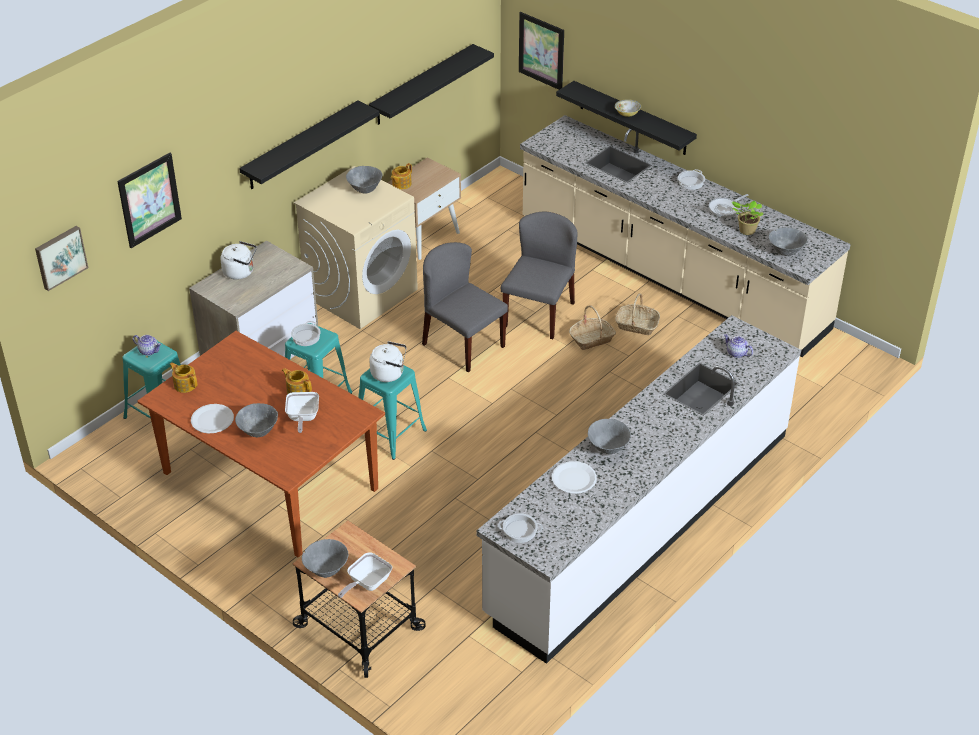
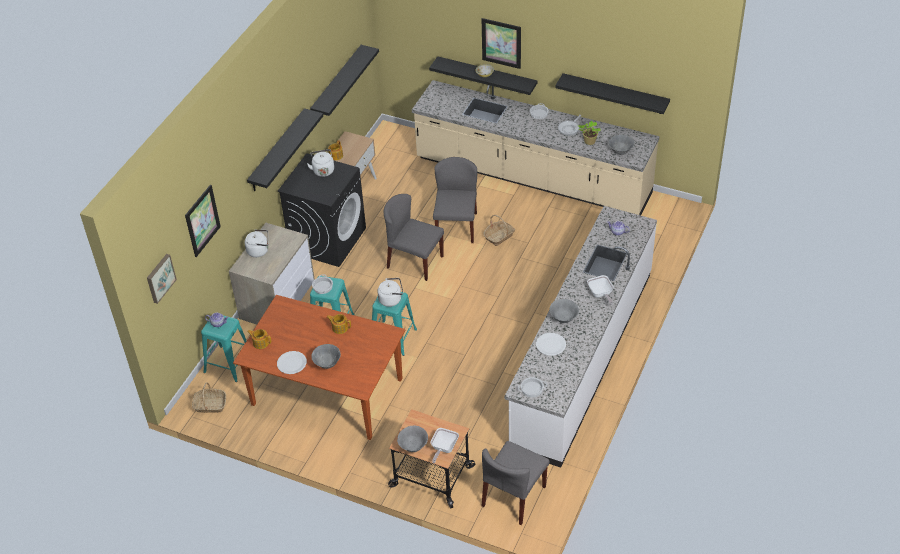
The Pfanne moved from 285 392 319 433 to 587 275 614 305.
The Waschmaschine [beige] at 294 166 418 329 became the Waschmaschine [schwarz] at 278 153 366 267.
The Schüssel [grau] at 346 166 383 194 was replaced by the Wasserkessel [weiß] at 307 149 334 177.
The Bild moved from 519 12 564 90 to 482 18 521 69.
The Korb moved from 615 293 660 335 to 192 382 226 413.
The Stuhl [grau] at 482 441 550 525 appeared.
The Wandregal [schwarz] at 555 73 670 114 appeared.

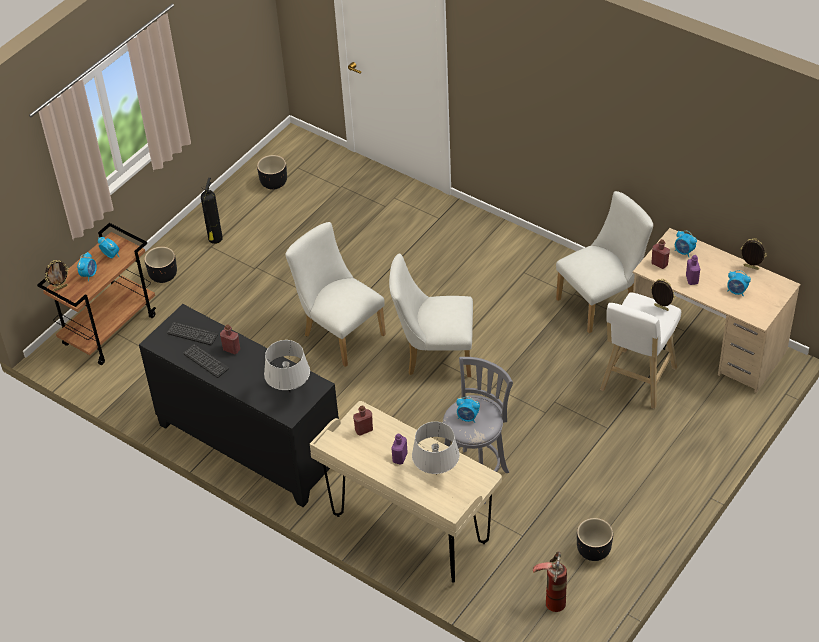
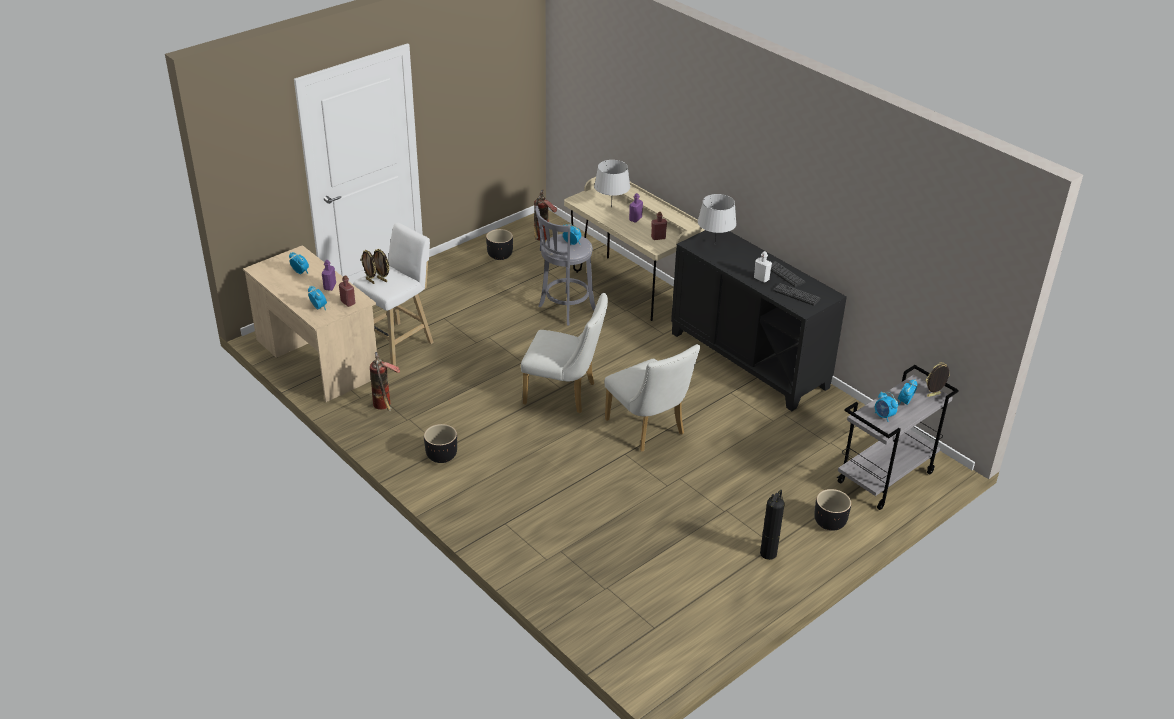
The Rollwagen [braun] at 37 223 156 365 became the Rollwagen [grau] at 837 365 959 510.
The Flasche [rot] at 220 324 240 355 became the Flasche [weiß] at 754 251 772 283.
The Pflanzkübel [schwarz] moved from 257 155 287 190 to 424 424 457 463.
The Stuhl [weiß] at 556 191 653 333 was replaced by the Feuerlöscher at 370 352 400 412.
The Bilderrahmen moved from 741 238 767 270 to 373 249 389 283.

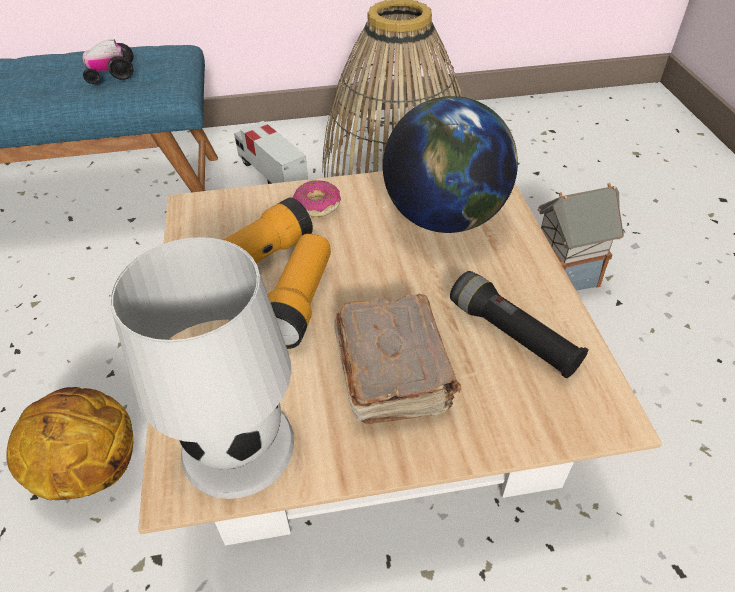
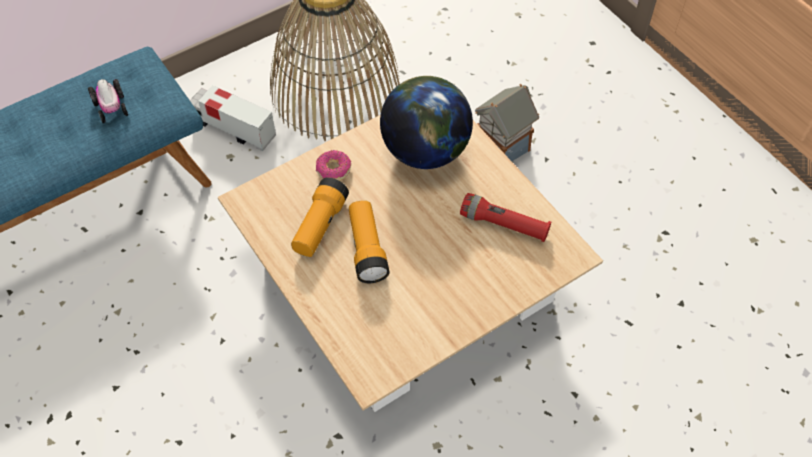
The Basketball at 6 387 133 500 disappeared.
The Spielzeugauto at 82 39 134 84 turned 75 degrees counterclockwise.
The Tischlampe [weiß] at 110 237 294 499 disappeared.
The Buch [braun] at 334 294 461 424 disappeared.
The Taschenlampe [schwarz] at 450 271 589 378 became the Taschenlampe [rot] at 460 193 551 242.

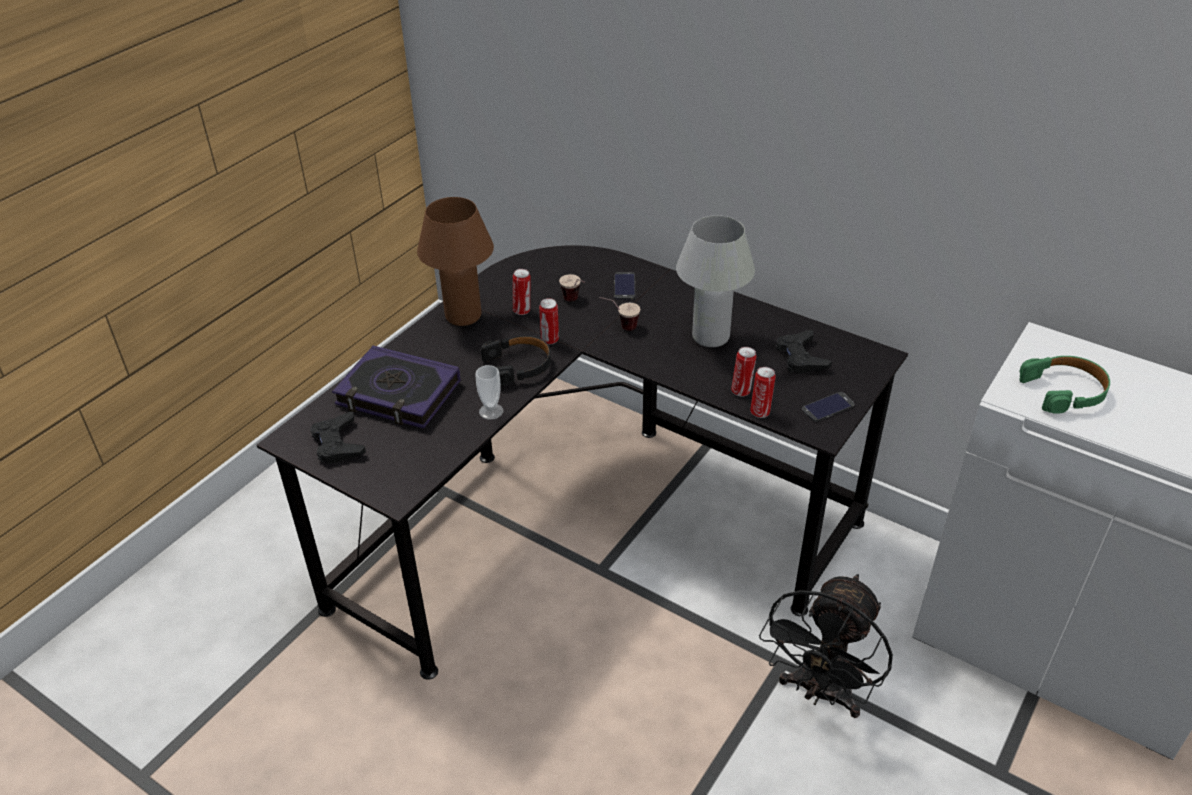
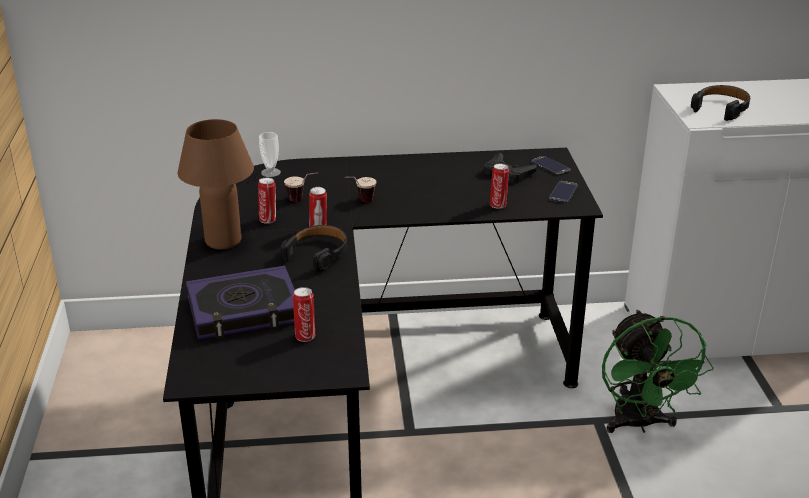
The Gamepad [schwarz] at 310 412 366 464 disappeared.
The Tasse moved from 475 365 503 420 to 259 132 281 177.
The Handy moved from 614 272 635 300 to 532 156 571 176.
The Tischlampe [weiß] at 676 215 755 347 disappeared.
The Dose moved from 750 367 776 418 to 293 287 315 342.
The Ventilator [schwarz] at 759 574 893 718 became the Ventilator [grün] at 602 310 713 433.
The Kopfhörer [grün] at 1019 356 1110 414 became the Kopfhörer [schwarz] at 691 85 750 121.

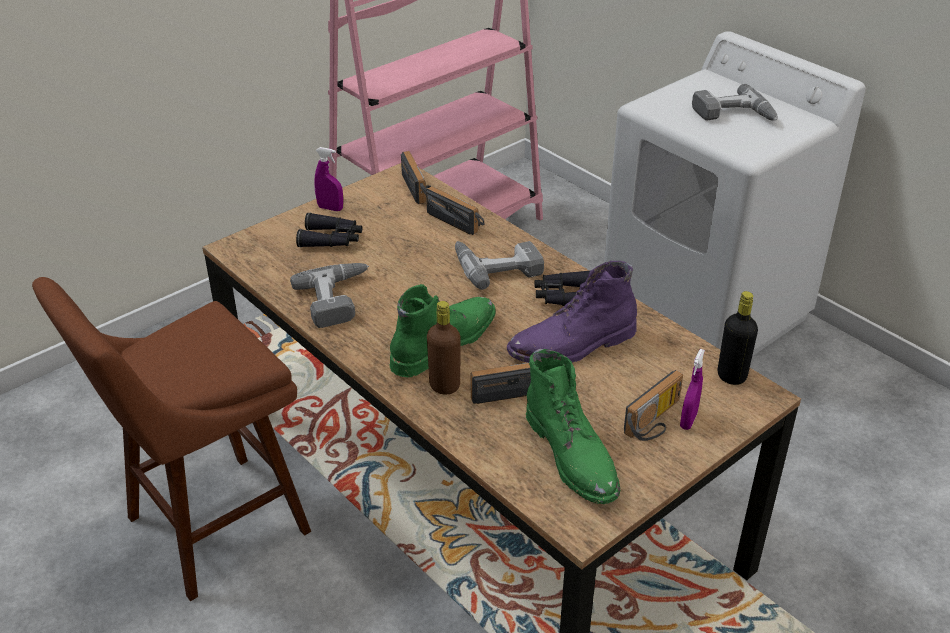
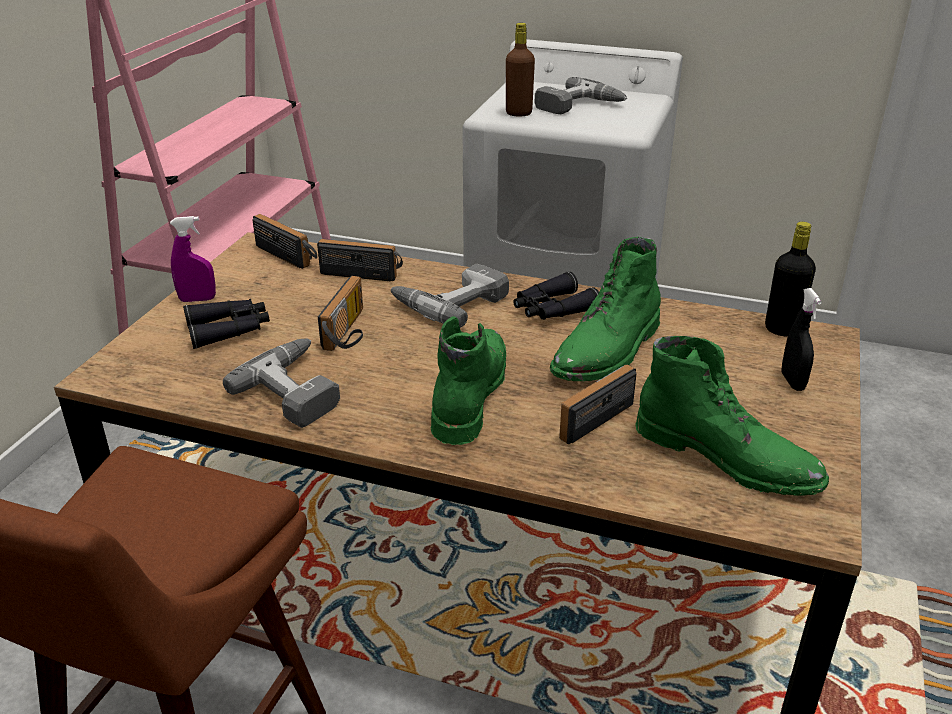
The Flasche [braun] moved from 427 301 461 394 to 506 23 535 117.
The Stiefel [lila] at 507 261 637 363 became the Stiefel [grün] at 550 237 661 382.
The Radio moved from 624 370 683 441 to 318 276 363 351.
The Sprühflasche [lila] at 680 349 705 430 became the Sprühflasche [schwarz] at 781 288 822 391.

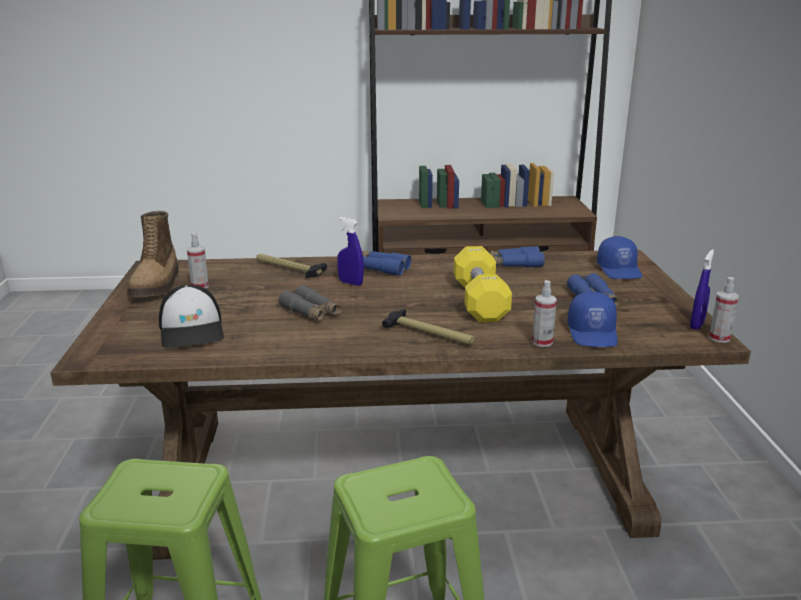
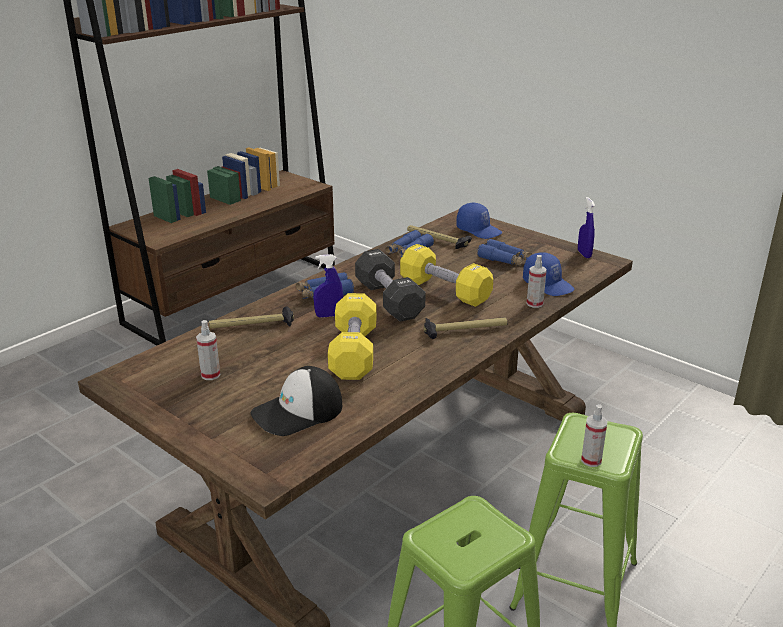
The Stiefel at 127 211 179 297 disappeared.
The Kappe at 159 285 224 348 turned 120 degrees clockwise.
The Fernglas [grau] at 278 285 342 321 was replaced by the Hantel [gelb] at 328 293 377 380.
The Sprühflasche moved from 709 277 739 343 to 581 404 607 467.
The Hantel [schwarz] at 355 249 426 322 appeared.
The Hammer at 407 225 472 249 appeared.

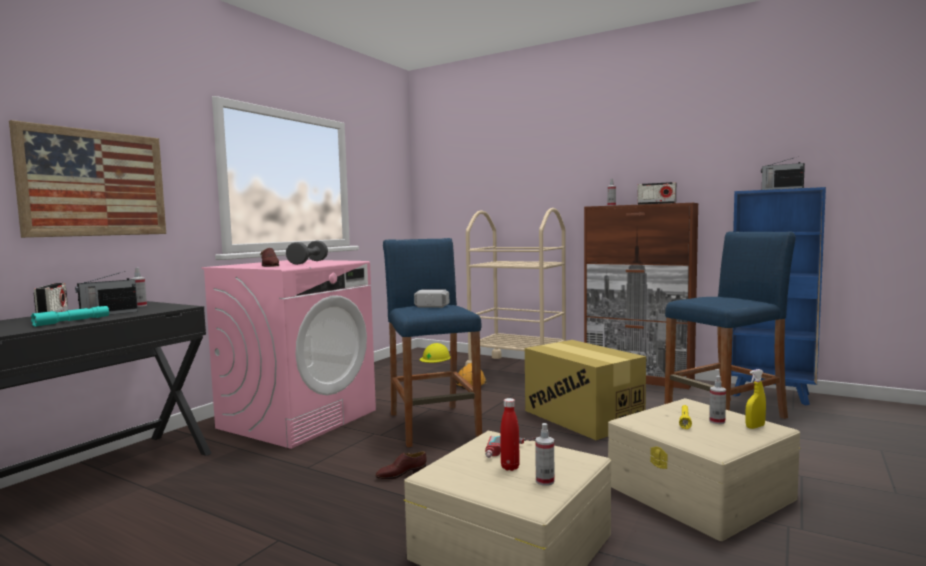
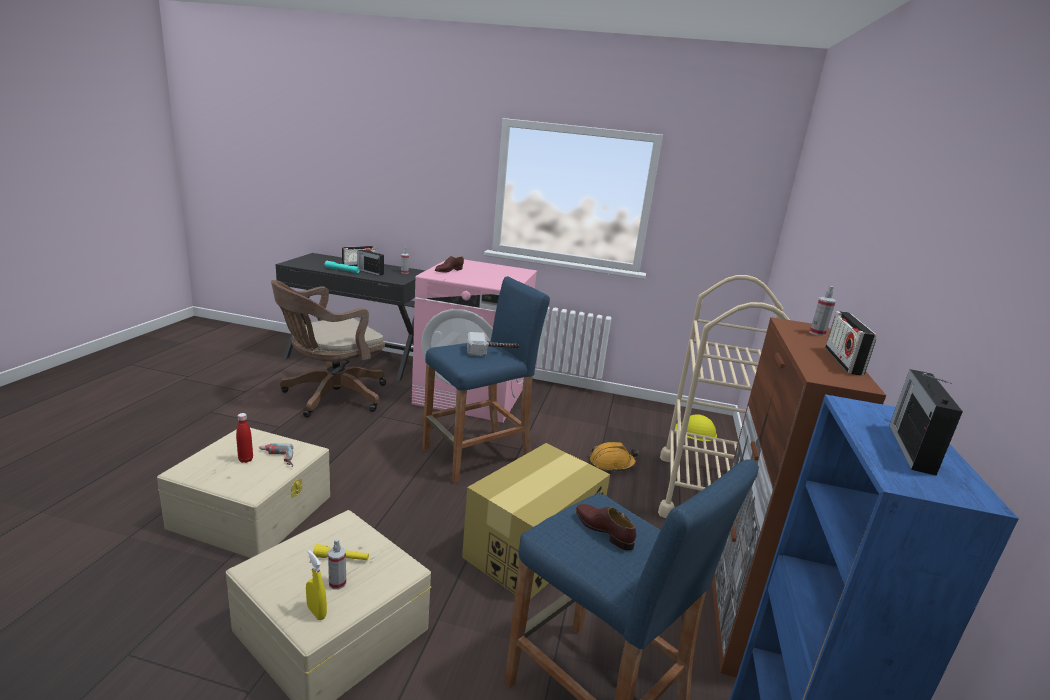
The Bild at 9 120 166 238 disappeared.
The Hantel [grau] at 286 241 328 265 disappeared.
The Schuh [braun] moved from 375 451 427 479 to 576 504 636 551.
The Sprühflasche at 535 423 554 486 disappeared.
The Bürostuhl [braun] at 271 280 386 417 appeared.

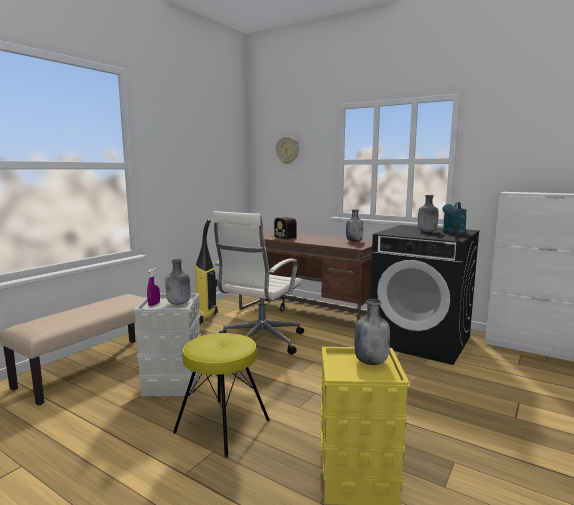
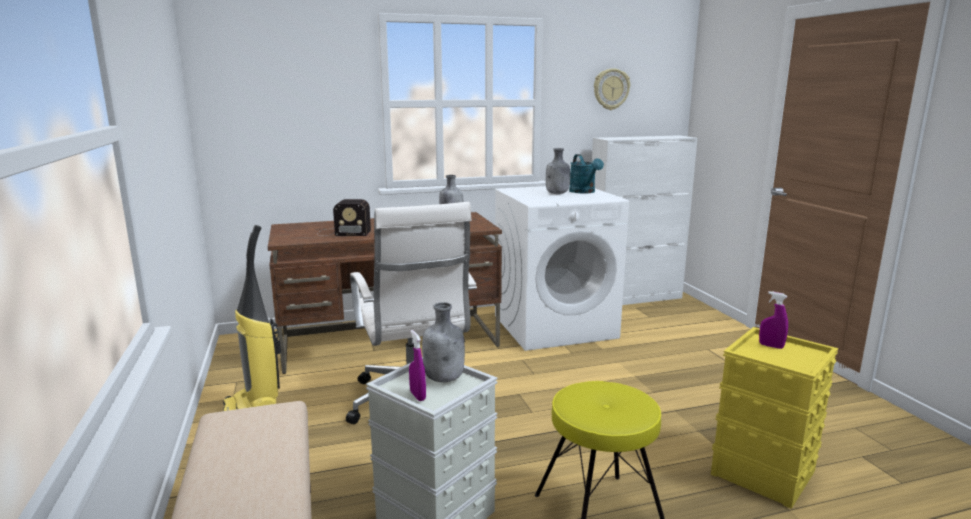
The Wanduhr moved from 276 136 299 164 to 594 68 630 110.
The Flasche [grau] at 355 299 390 365 was replaced by the Sprühflasche [lila] at 759 291 788 349.
The Waschmaschine [schwarz] at 370 225 480 365 became the Waschmaschine [weiß] at 495 185 629 351.

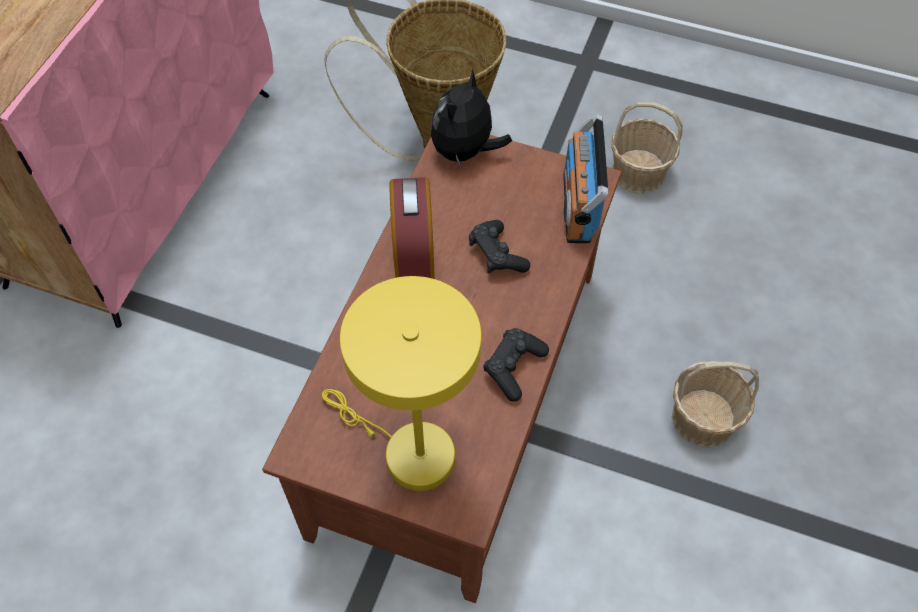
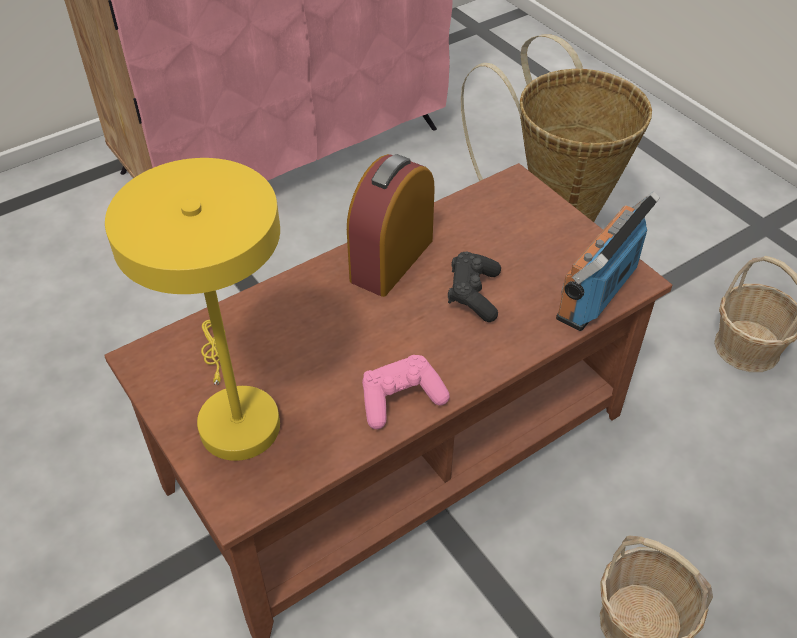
The Plüschtier at 431 69 512 169 disappeared.
The Gamepad [schwarz] at 484 328 549 402 became the Gamepad [rosa] at 362 355 450 429.

